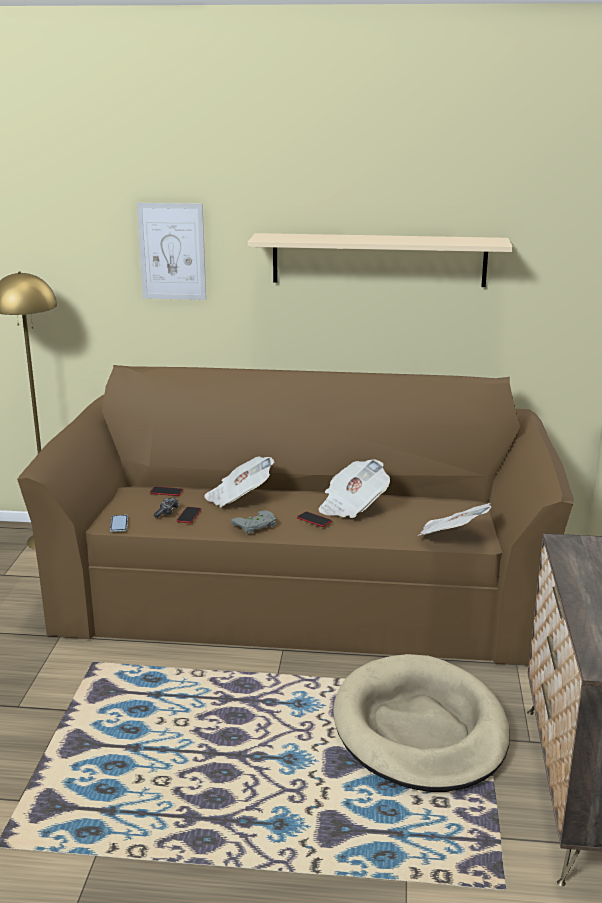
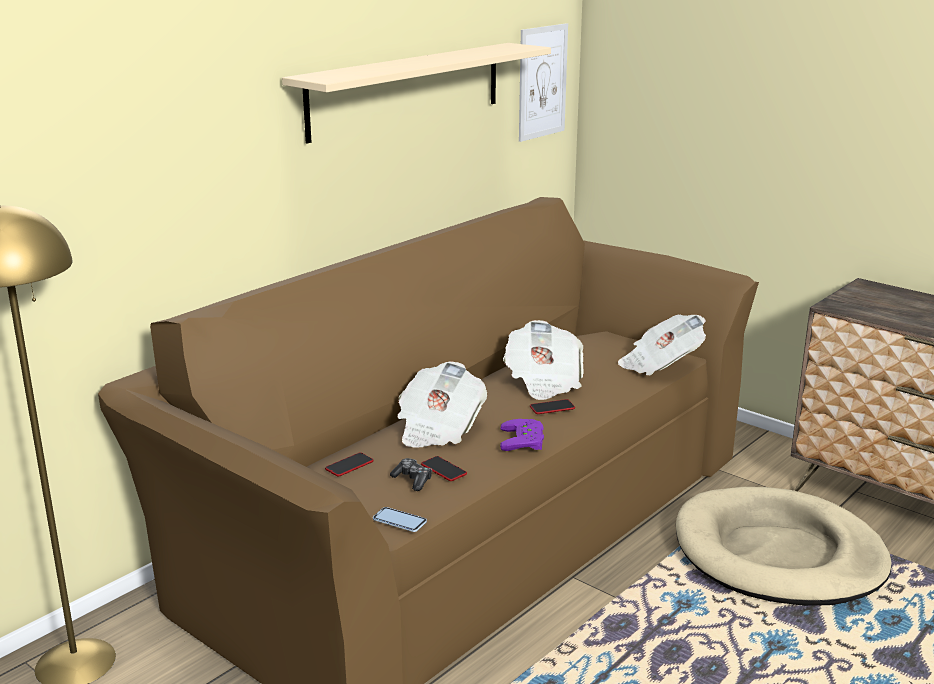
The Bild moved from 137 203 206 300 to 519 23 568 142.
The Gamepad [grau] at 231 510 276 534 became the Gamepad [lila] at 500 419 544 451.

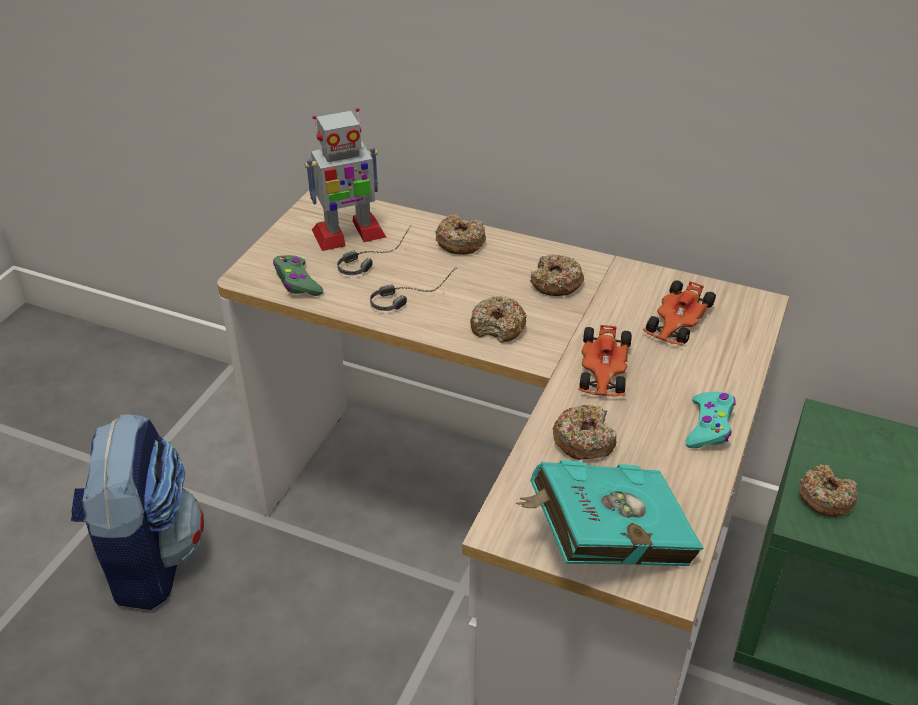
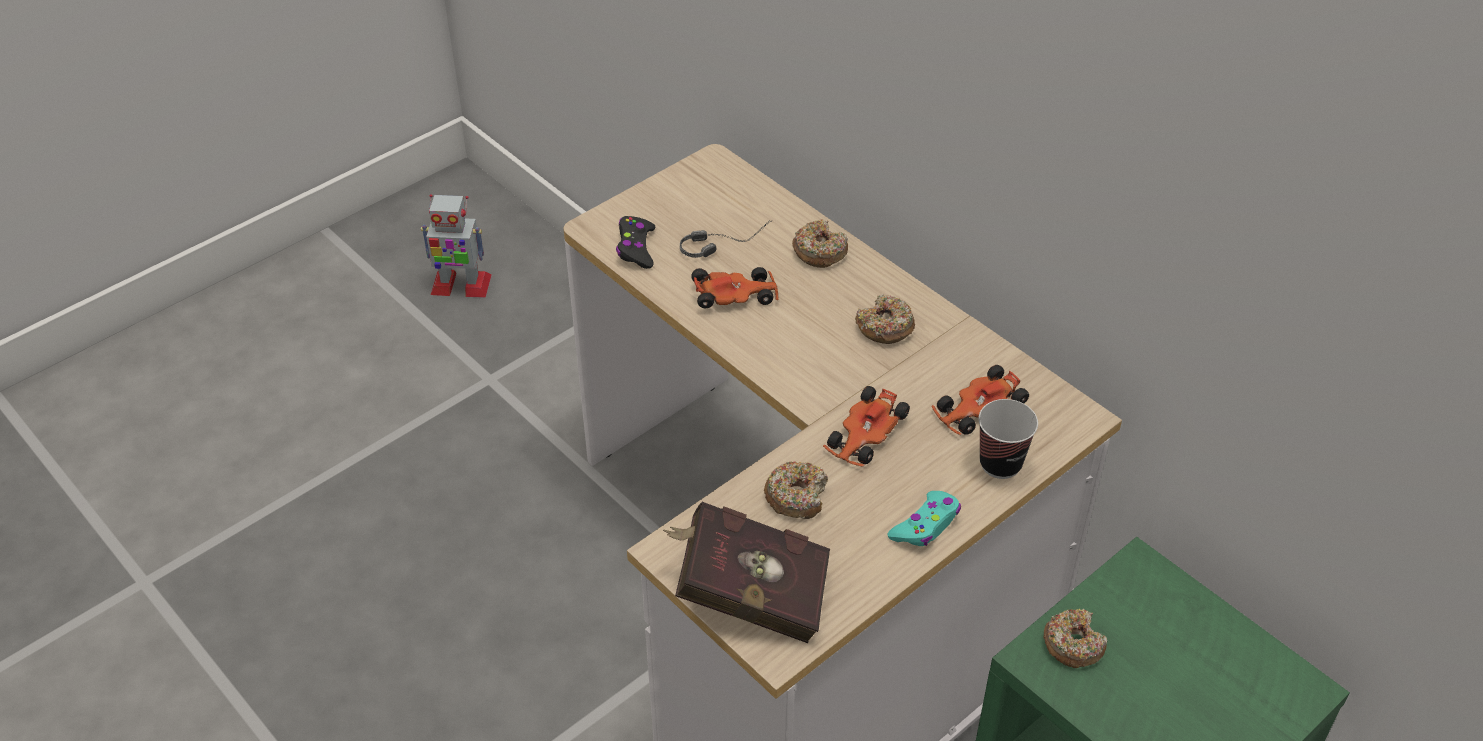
The Rucksack at 71 414 204 610 disappeared.
The Gamepad [grün] at 273 255 323 296 became the Gamepad [schwarz] at 616 216 655 269.
The Spielzeugroboter moved from 305 108 386 251 to 421 194 492 298.
The Kopfhörer at 370 268 457 311 was replaced by the Spielzeugauto at 691 267 778 308.
The Donut at 470 296 527 343 disappeared.
The Buch [türkis] at 516 460 703 566 became the Buch [rot] at 663 502 830 643.
The Tasse at 978 399 1038 479 appeared.

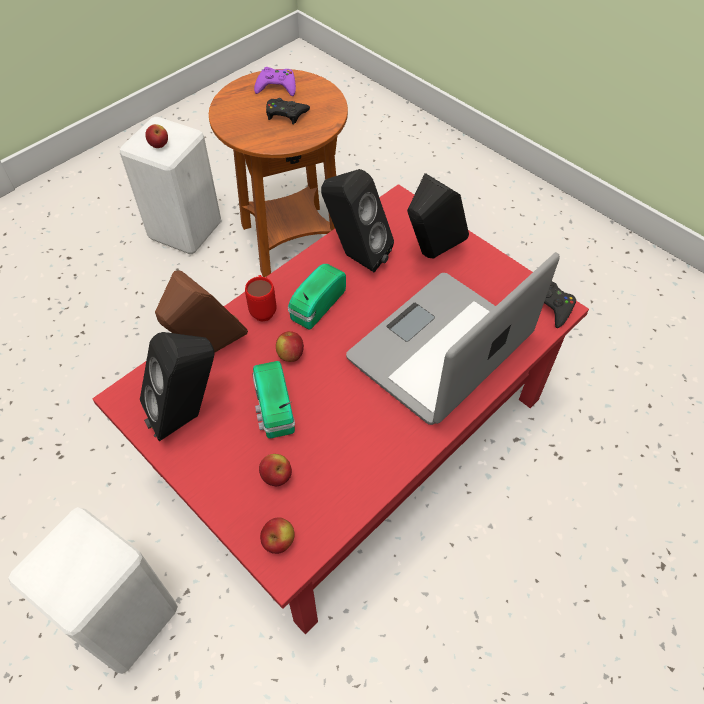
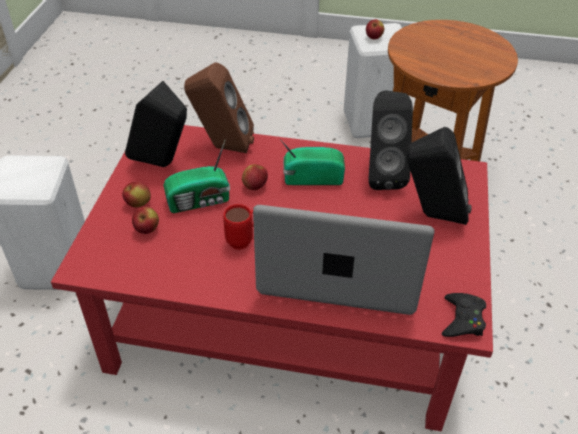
The Henkelbecher [rot] moved from 245 275 277 322 to 223 204 254 250.
The Radio at 253 361 295 439 turned 150 degrees counterclockwise.
The Gamepad [lila] at 254 67 296 96 disappeared.
The Apfel moved from 260 517 294 554 to 122 182 151 208.
The Gamepad [schwarz] at 266 98 310 124 disappeared.

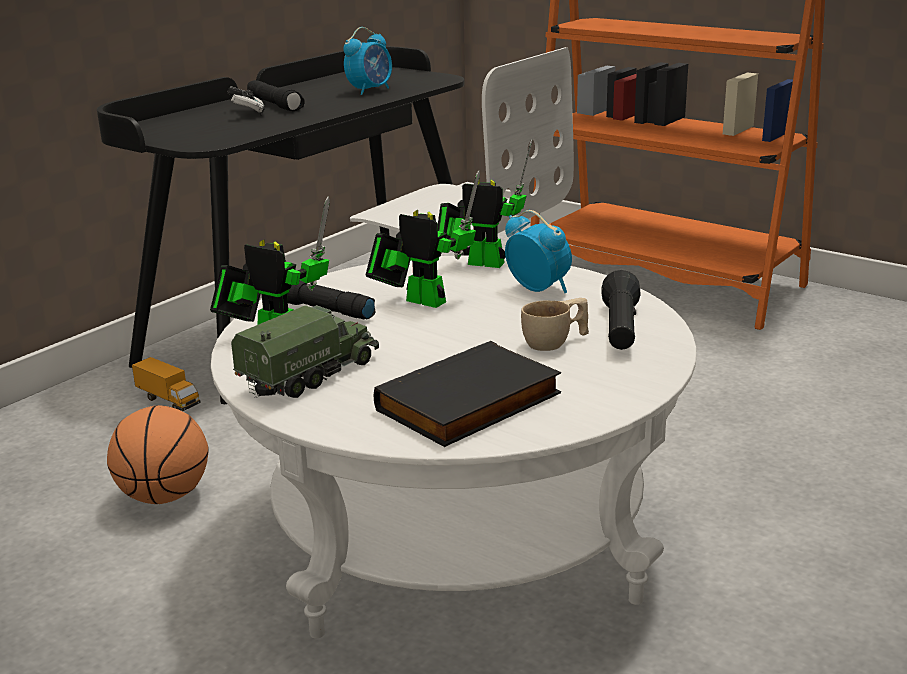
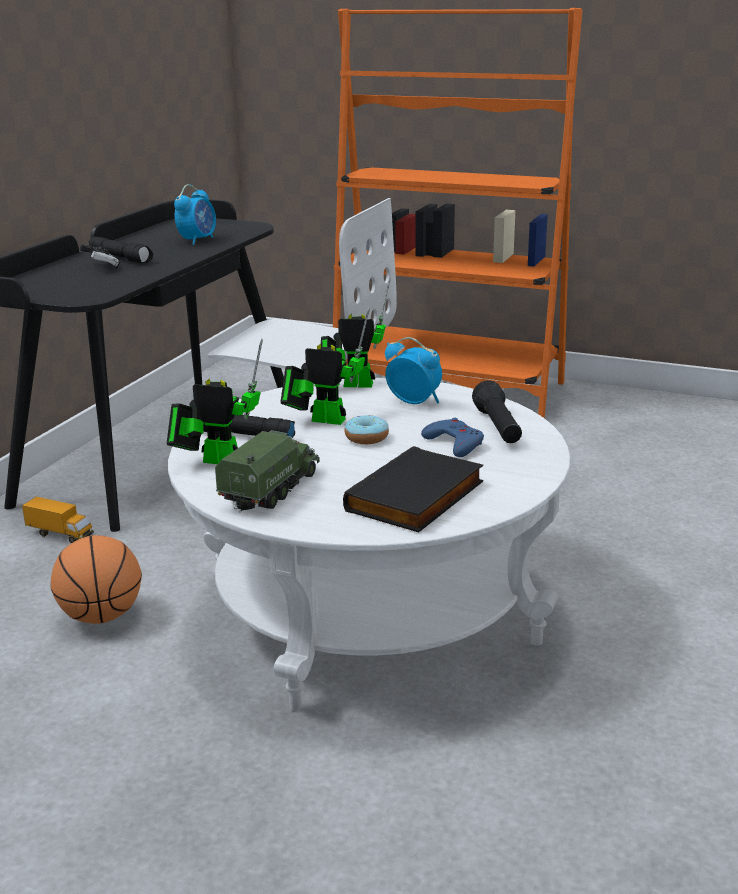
The Tasse [beige] at 521 298 589 351 was replaced by the Gamepad [blau] at 421 418 484 457.
The Donut at 345 415 389 444 appeared.

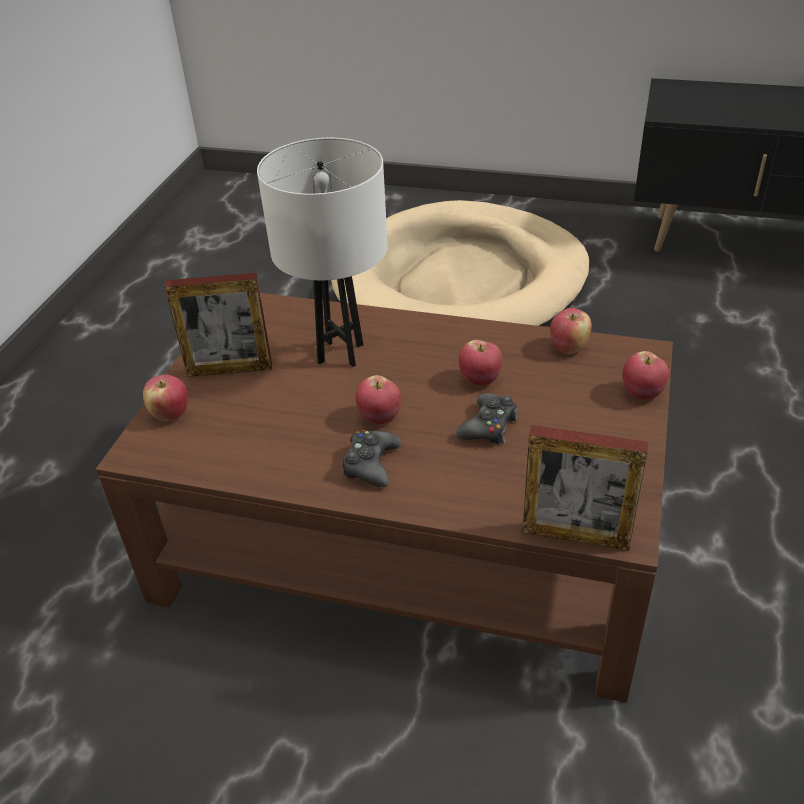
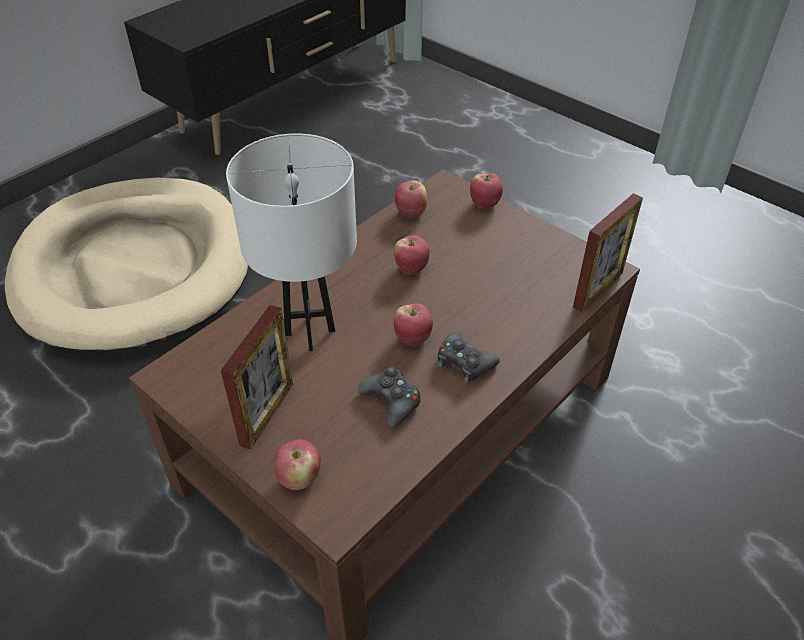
The Gamepad [schwarz] moved from 456 393 518 444 to 358 367 421 428.

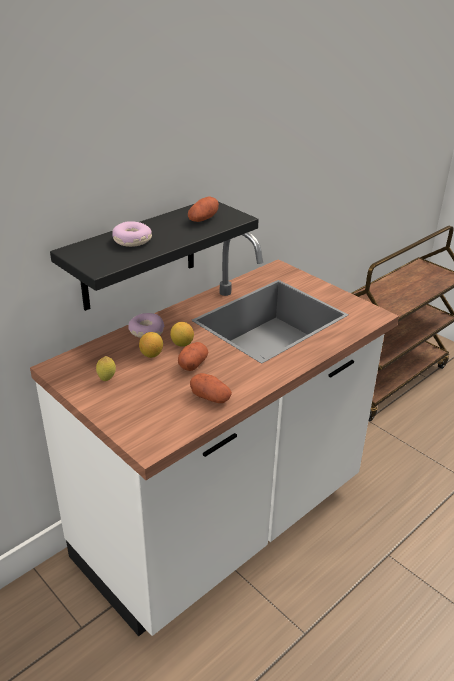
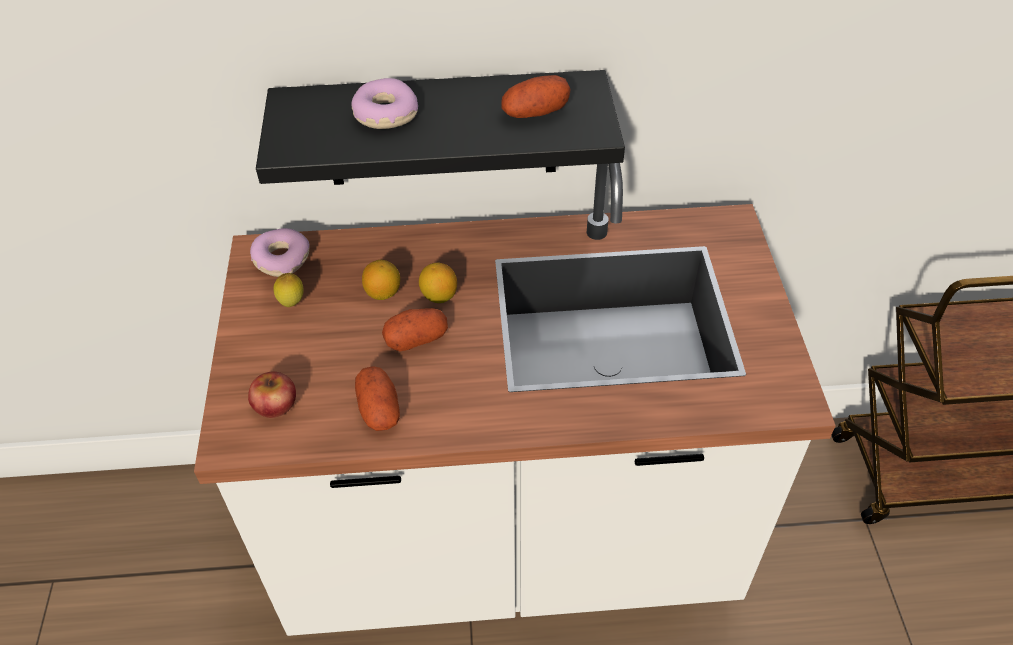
The Donut moved from 128 313 164 338 to 250 228 310 277.
The Apfel at 248 372 296 418 appeared.

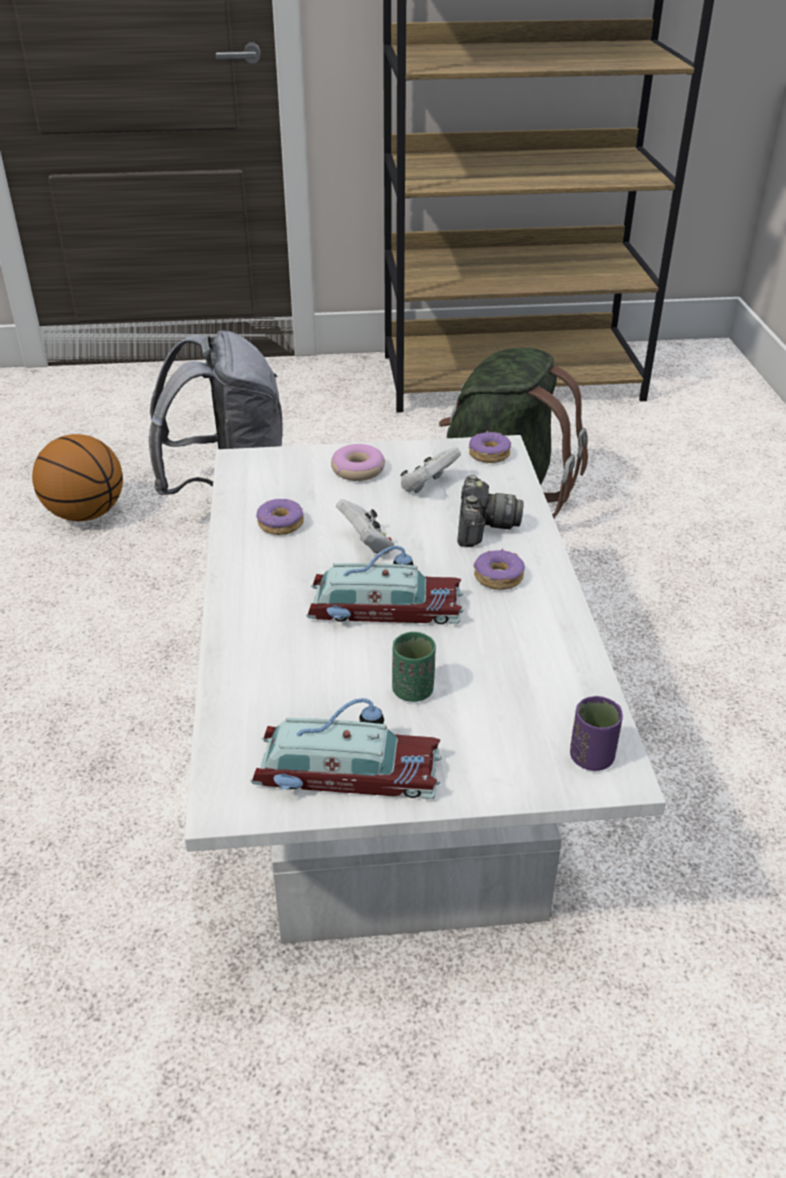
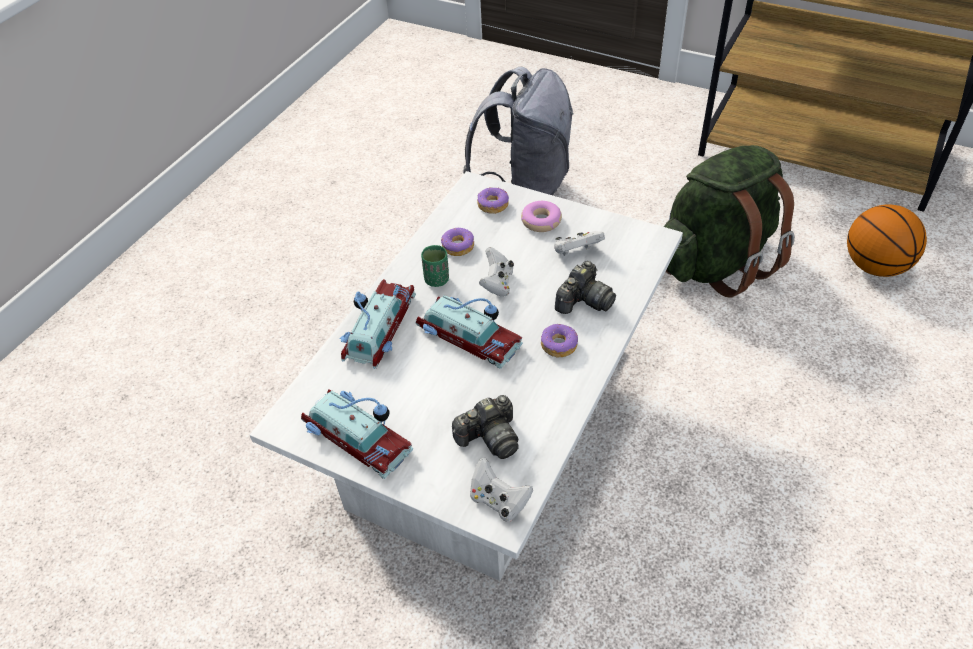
The Basketball moved from 32 434 123 521 to 847 204 927 277.
The Tasse [grün] moved from 392 632 436 702 to 421 245 449 287.
The Donut moved from 469 431 511 463 to 477 187 509 214.
The Tasse [lila] at 570 696 623 771 was replaced by the Gamepad [weiß] at 470 458 533 522.
The Spielzeugauto at 339 279 416 369 appeared.
The Kamera at 452 395 519 459 appeared.

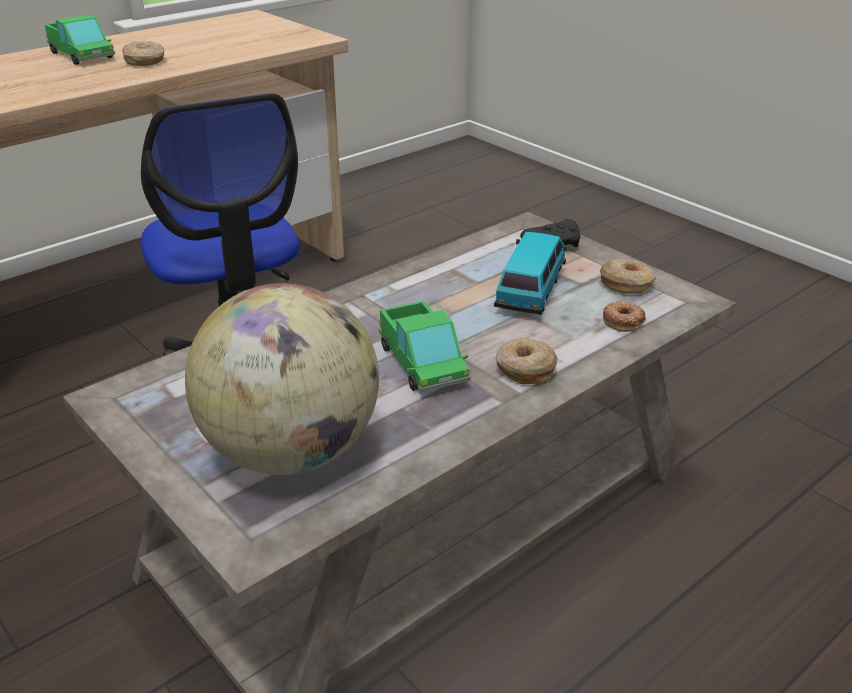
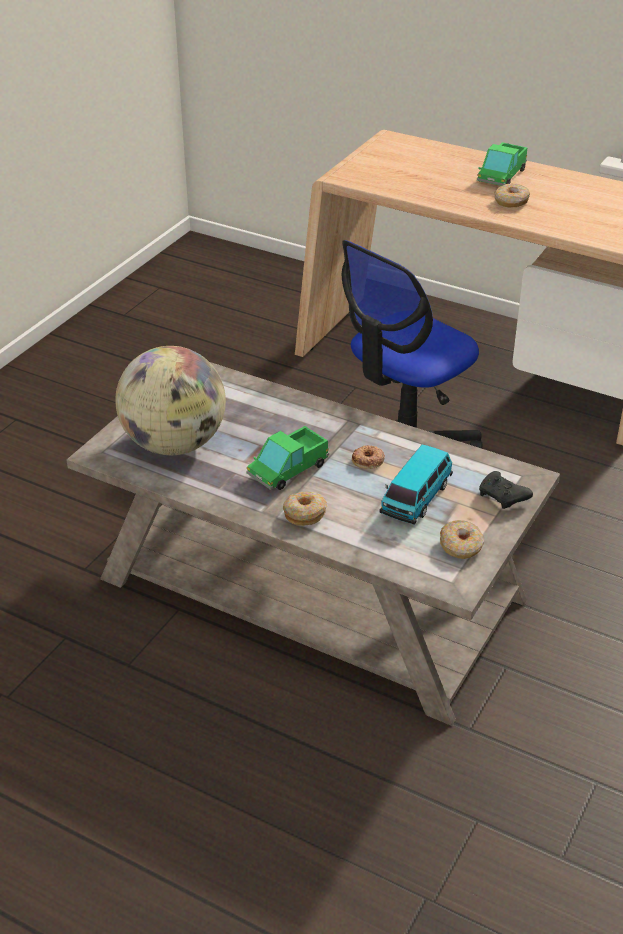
The Spielzeugauto at 494 232 567 315 turned 120 degrees clockwise.
The Donut moved from 603 301 646 332 to 352 445 385 469.

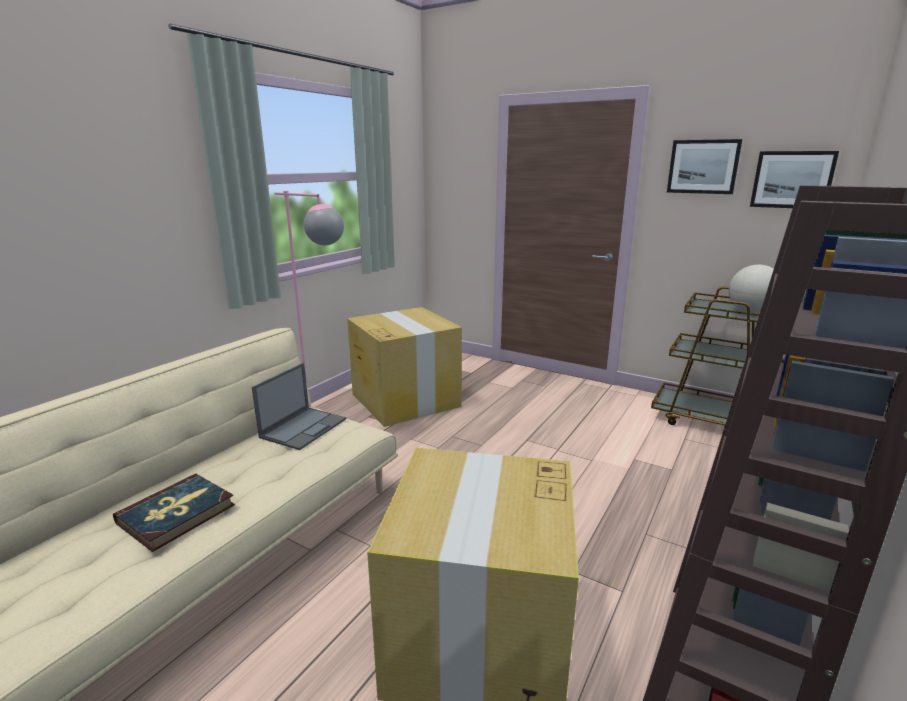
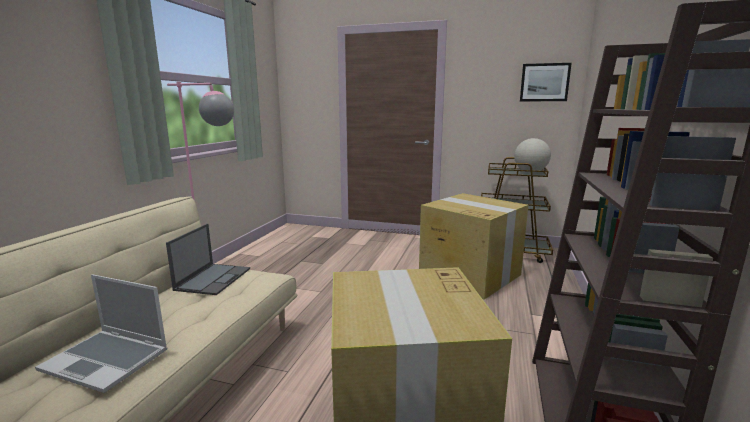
The Buch at 113 474 235 552 was replaced by the Laptop at 35 274 168 393.
The Karton moved from 347 307 462 427 to 419 193 528 300.
The Bild at 667 139 742 194 disappeared.

